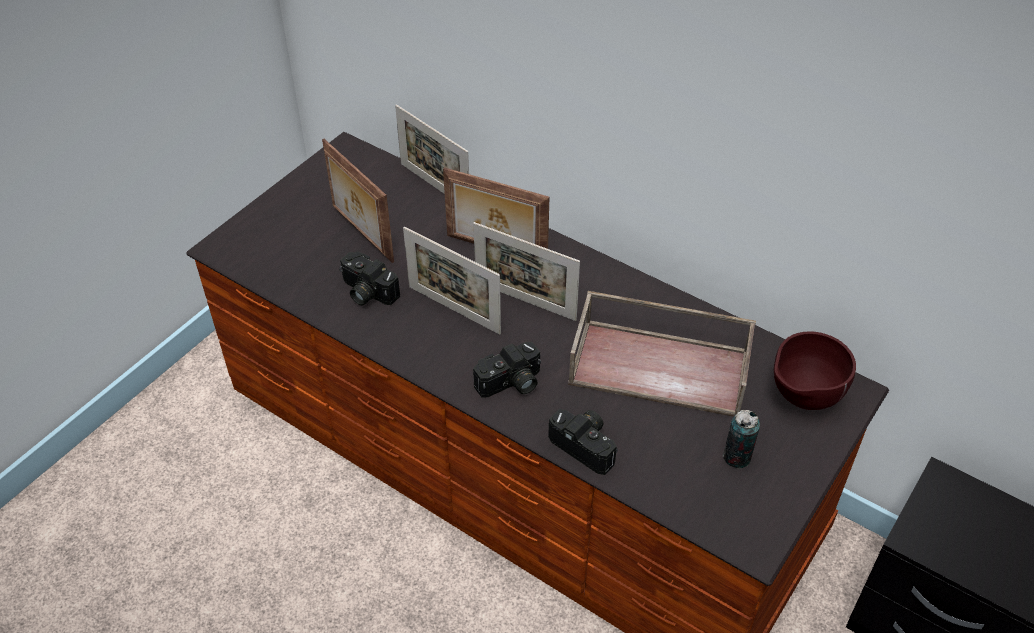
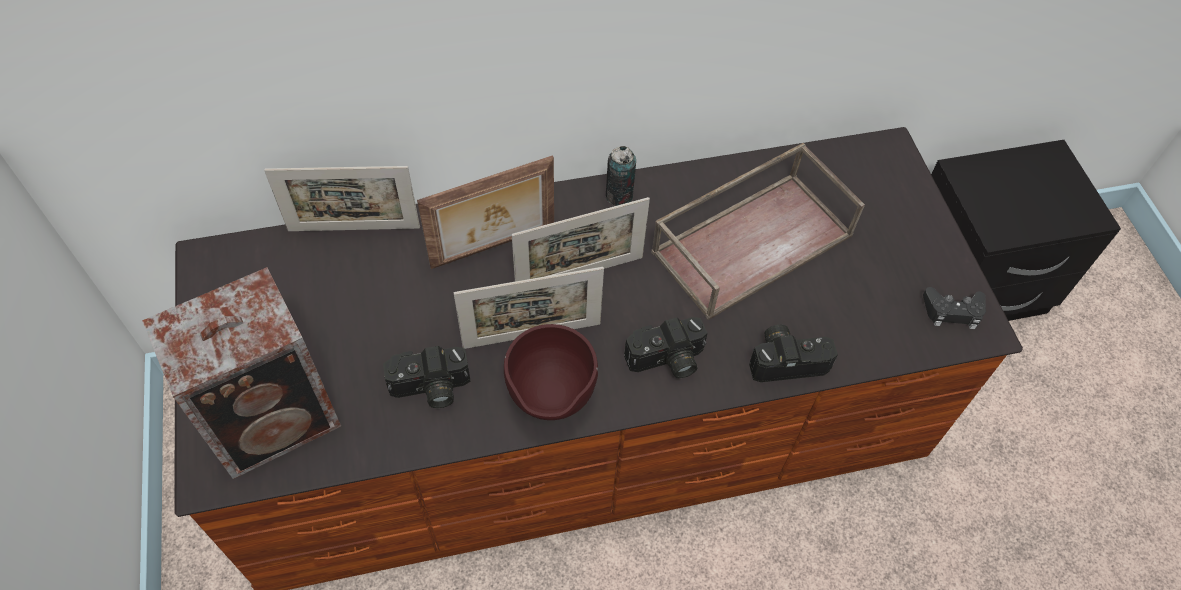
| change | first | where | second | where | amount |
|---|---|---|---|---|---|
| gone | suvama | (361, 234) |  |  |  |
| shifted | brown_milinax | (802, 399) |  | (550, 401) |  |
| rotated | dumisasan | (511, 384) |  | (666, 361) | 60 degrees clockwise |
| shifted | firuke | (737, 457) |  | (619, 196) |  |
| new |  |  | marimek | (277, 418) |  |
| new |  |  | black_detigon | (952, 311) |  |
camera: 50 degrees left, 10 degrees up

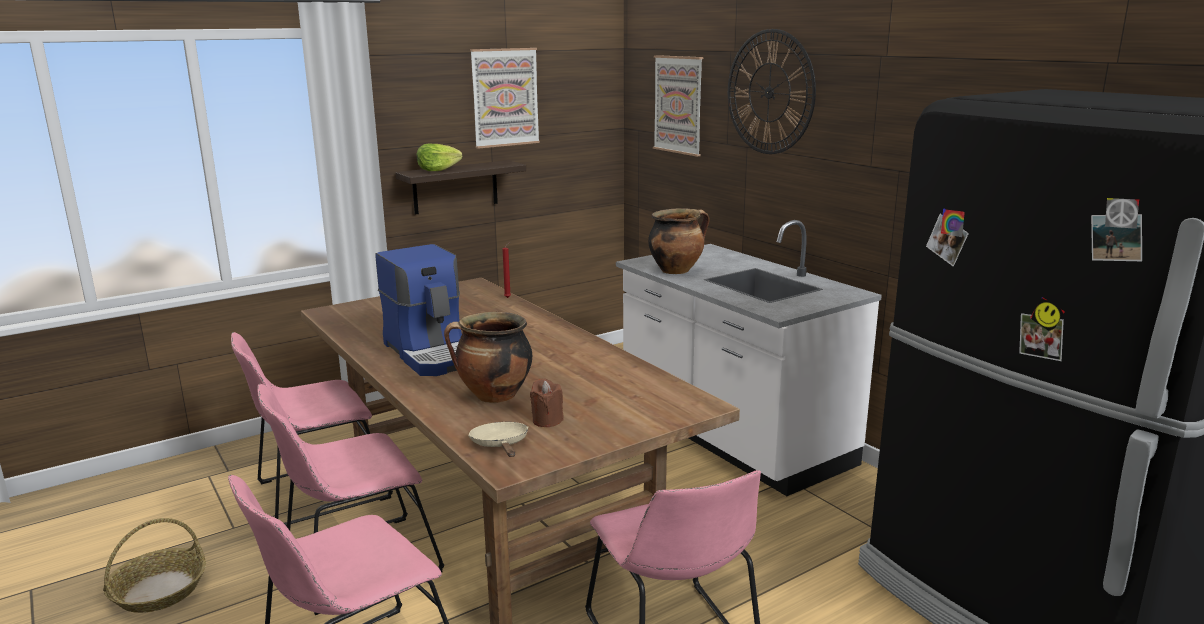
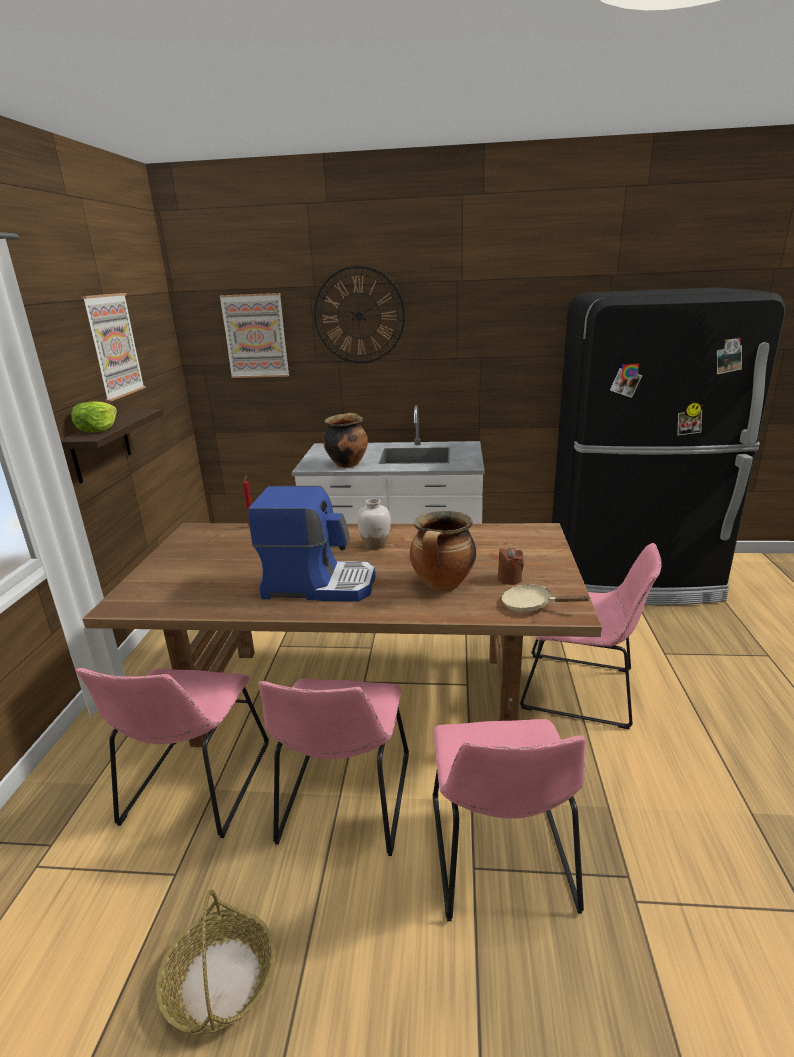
| change | first | where | second | where | amount |
|---|---|---|---|---|---|
| new |  |  | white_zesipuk | (375, 545) |  |
camera: 50 degrees left, 5 degrees up

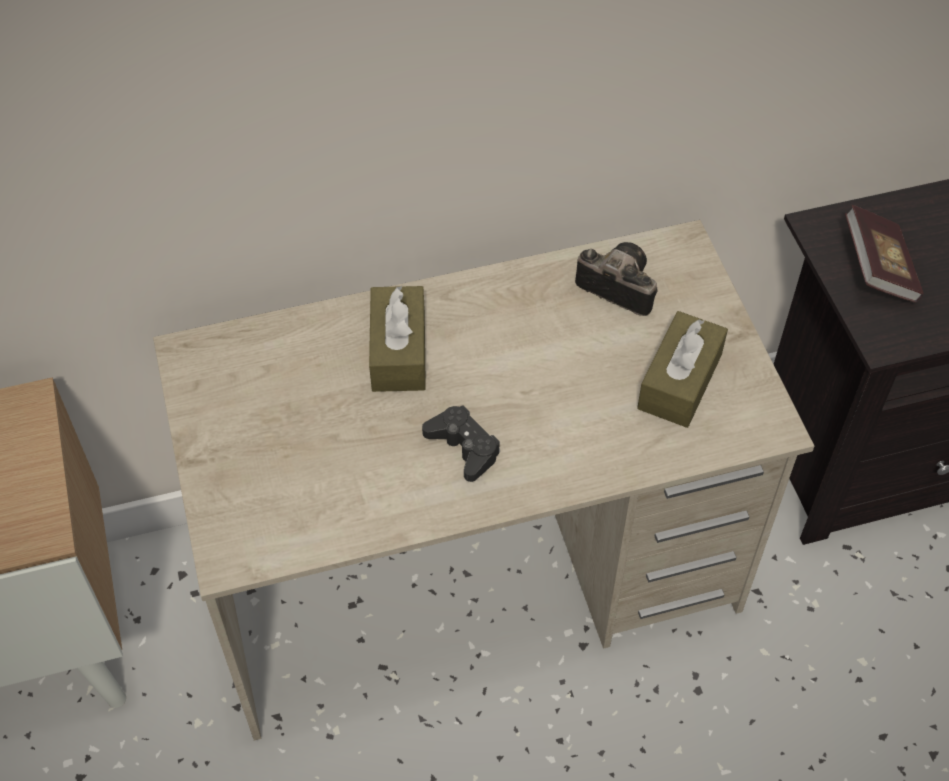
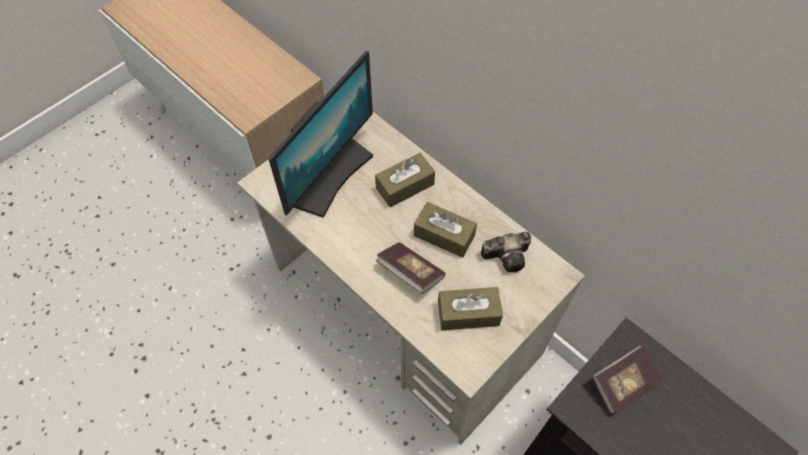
| change | first | where | second | where | amount |
|---|---|---|---|---|---|
| rotated | dumisasan | (615, 286) |  | (508, 256) | 75 degrees clockwise |
| gone | black_detigon | (464, 447) |  |  |  |
| new |  |  | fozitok | (330, 176) |  |
| new |  |  | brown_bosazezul | (444, 235) |  |
| new |  |  | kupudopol | (410, 273) |  |
camera: 60 degrees right, 5 degrees up

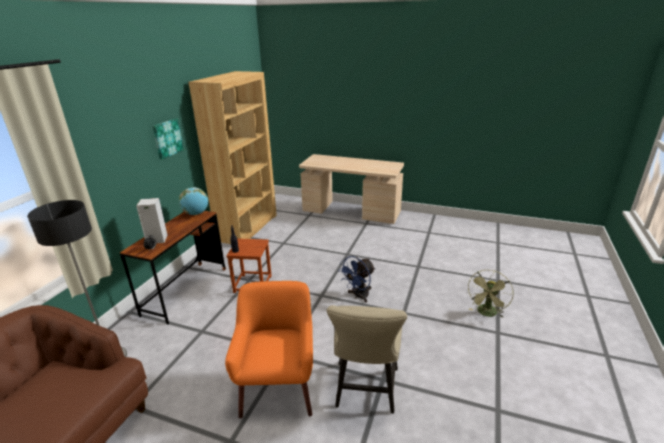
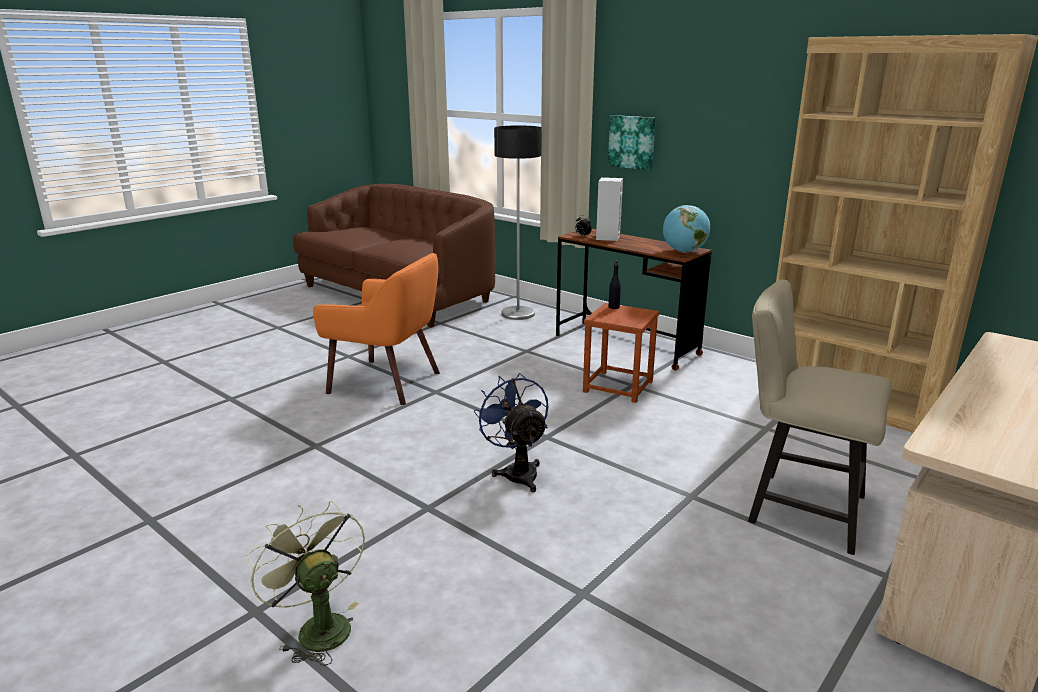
| change | first | where | second | where | amount |
|---|---|---|---|---|---|
| shifted | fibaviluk | (167, 138) |  | (632, 142) |  |
| shifted | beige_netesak | (365, 391) |  | (796, 507) |  |
camera: 110 degrees right, 5 degrees down

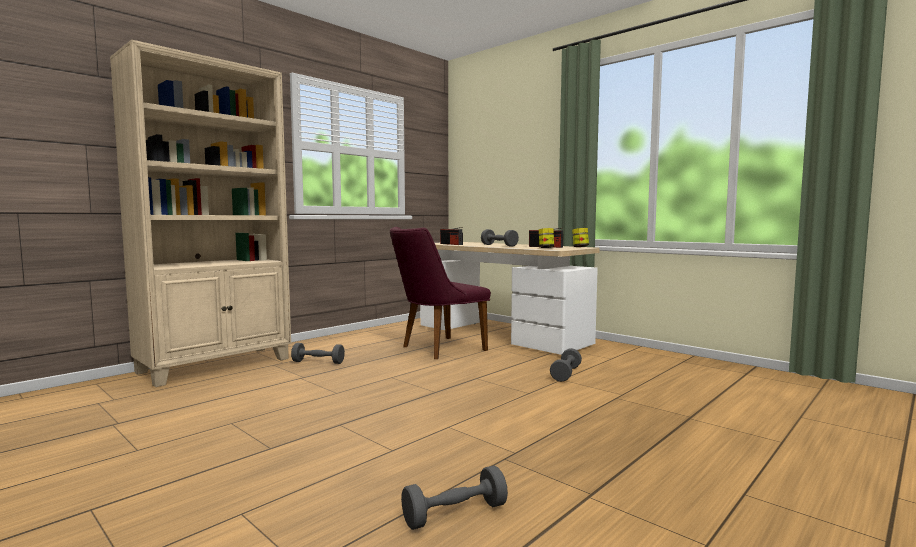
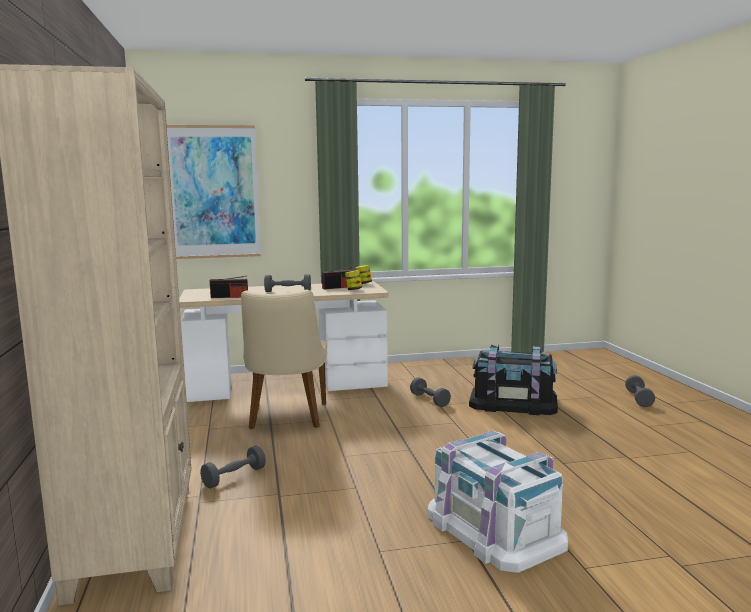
| change | first | where | second | where | amount |
|---|---|---|---|---|---|
| repainted | purple_netesak | (436, 349) | beige_netesak | (286, 418) |  |
| shifted | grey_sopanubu | (455, 514) |  | (639, 399) |  |
| new |  |  | fibaviluk | (214, 192) |  |
| new |  |  | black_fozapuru | (513, 402) |  |
| new |  |  | white_fozapuru | (493, 529) |  |
camera: 55 degrees left, 5 degrees up

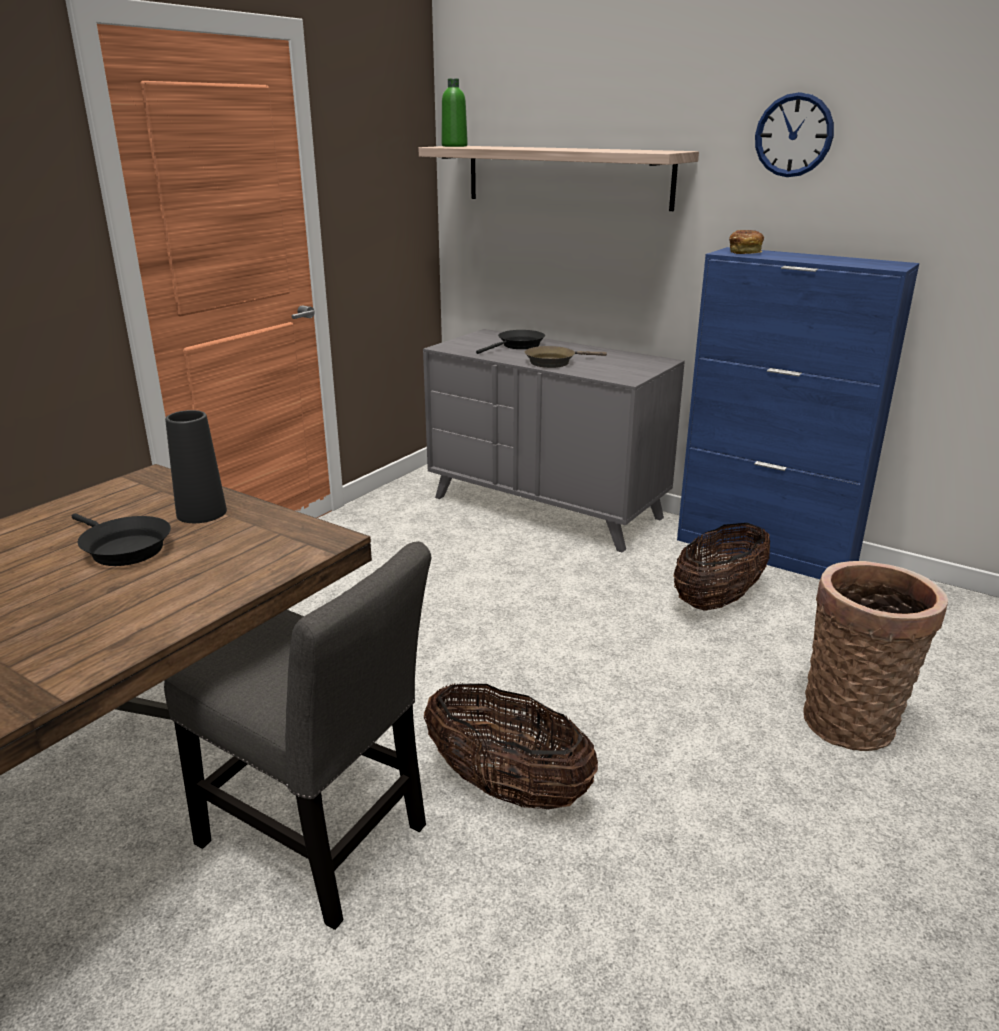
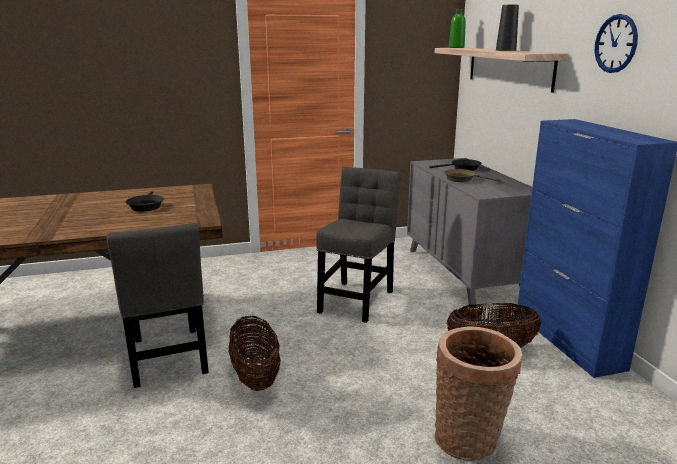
| change | first | where | second | where | amount |
|---|---|---|---|---|---|
| gone | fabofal | (745, 252) |  |  |  |
| shifted | black_zesipuk | (201, 513) |  | (506, 50) |  |
| new |  |  | grey_netesak | (357, 299) |  |
camera: 40 degrees right, 5 degrees down

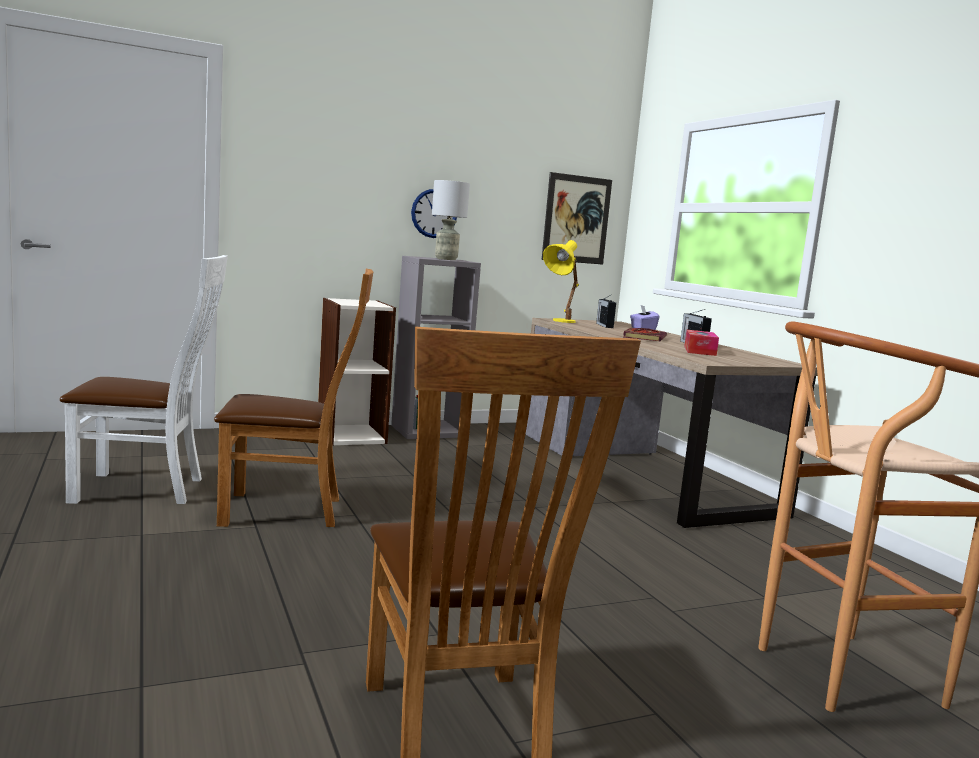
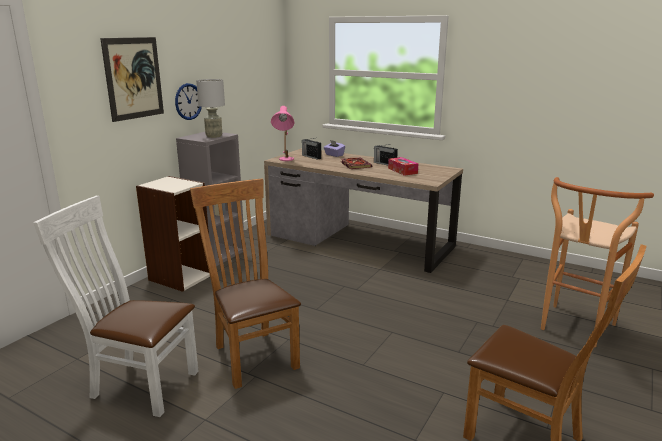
| change | first | where | second | where | amount |
|---|---|---|---|---|---|
| shifted | fibaviluk | (576, 219) |  | (133, 78) |  |
| repainted | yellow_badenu | (558, 321) | pink_badenu | (285, 160) |  |
| rotated | white_netesak | (147, 489) |  | (139, 384) | 120 degrees counterclockwise |
| rotated | brown_netesak | (290, 511) |  | (252, 354) | 75 degrees counterclockwise |
camera: 35 degrees left, 10 degrees up

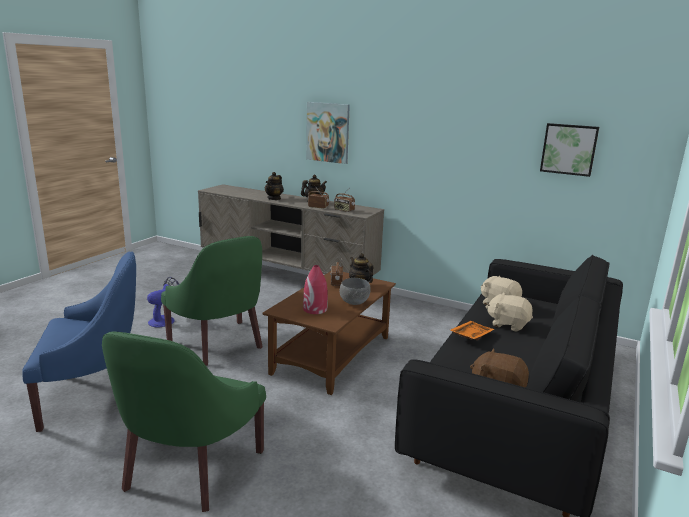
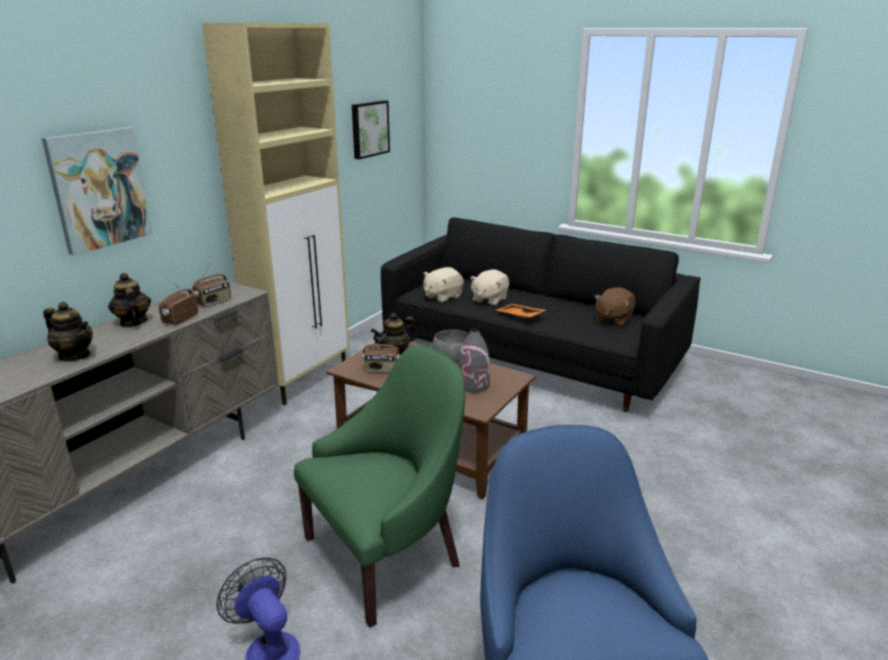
| change | first | where | second | where | amount |
|---|---|---|---|---|---|
| repainted | red_zesipuk | (315, 309) | grey_zesipuk | (474, 385) |  |
| gone | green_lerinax | (188, 469) |  |  |  |
| new |  |  | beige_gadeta | (303, 380) |  |
camera: 85 degrees left, 5 degrees up

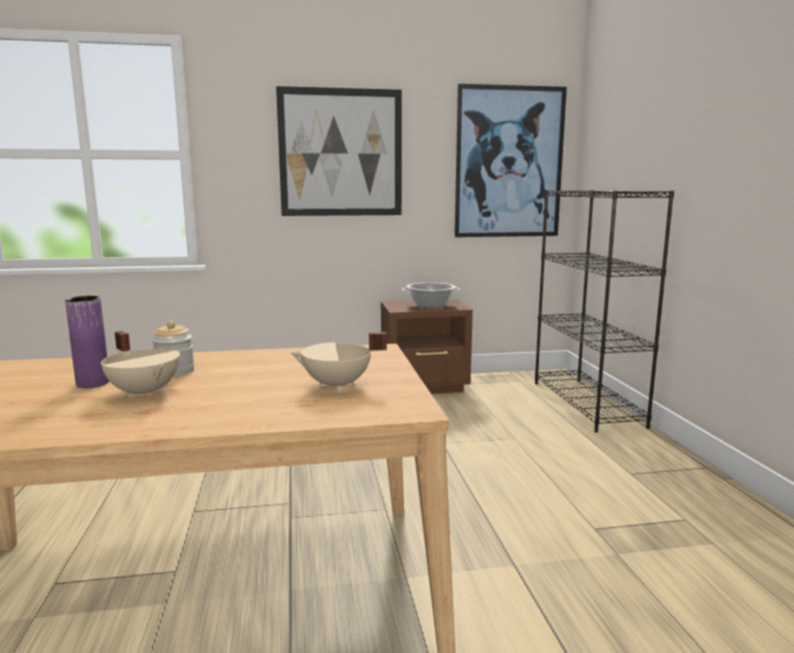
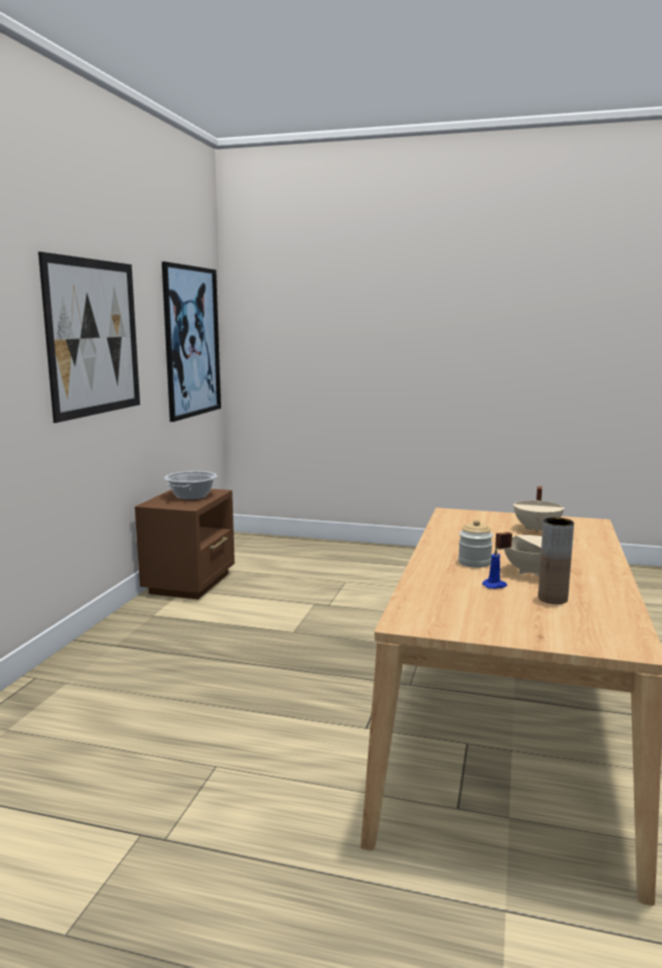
| change | first | where | second | where | amount |
|---|---|---|---|---|---|
| gone | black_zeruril | (587, 404) |  |  |  |
| swapped | purple_zesipuk | (93, 383) | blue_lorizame | (495, 585) |  |
| new |  |  | brown_zesipuk | (552, 599) |  |
camera: 65 degrees left, 0 degrees up

